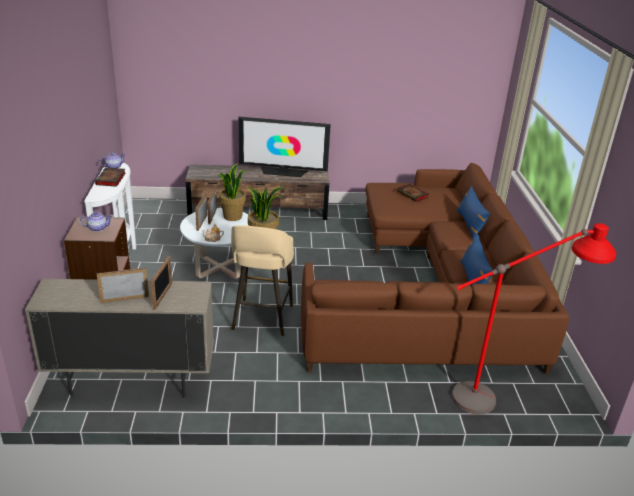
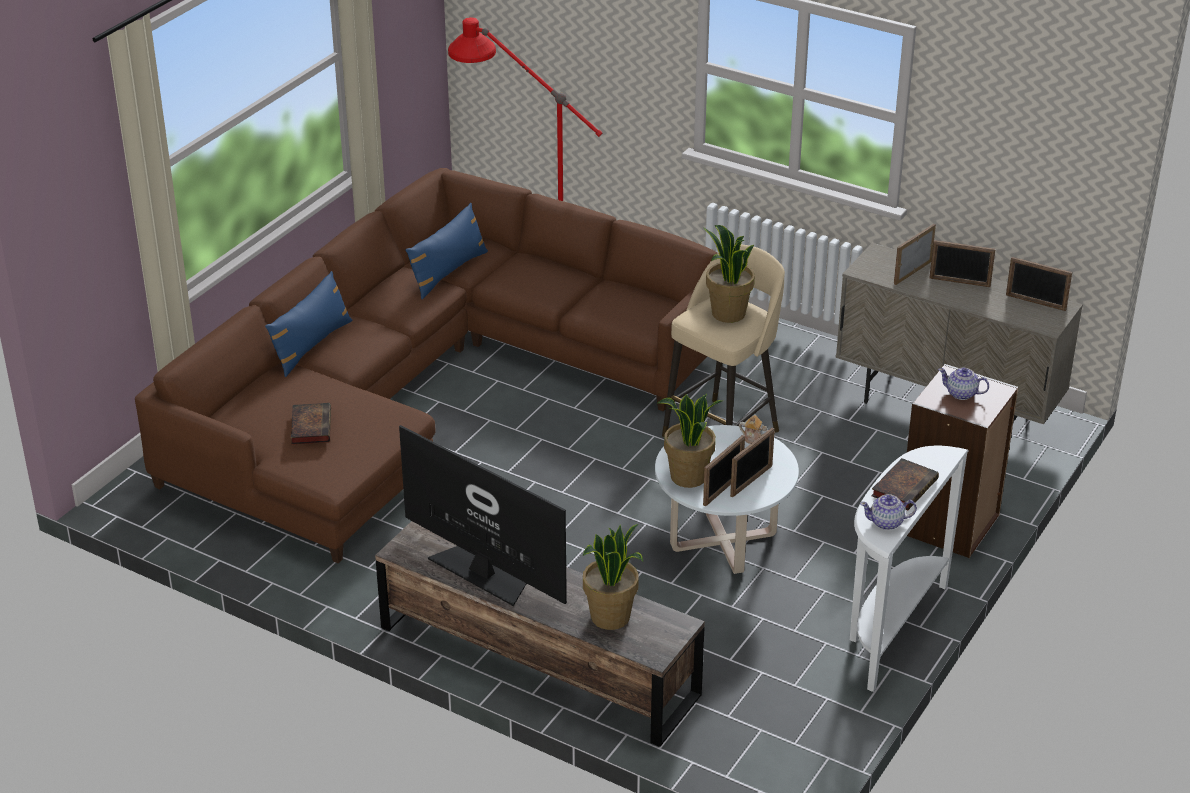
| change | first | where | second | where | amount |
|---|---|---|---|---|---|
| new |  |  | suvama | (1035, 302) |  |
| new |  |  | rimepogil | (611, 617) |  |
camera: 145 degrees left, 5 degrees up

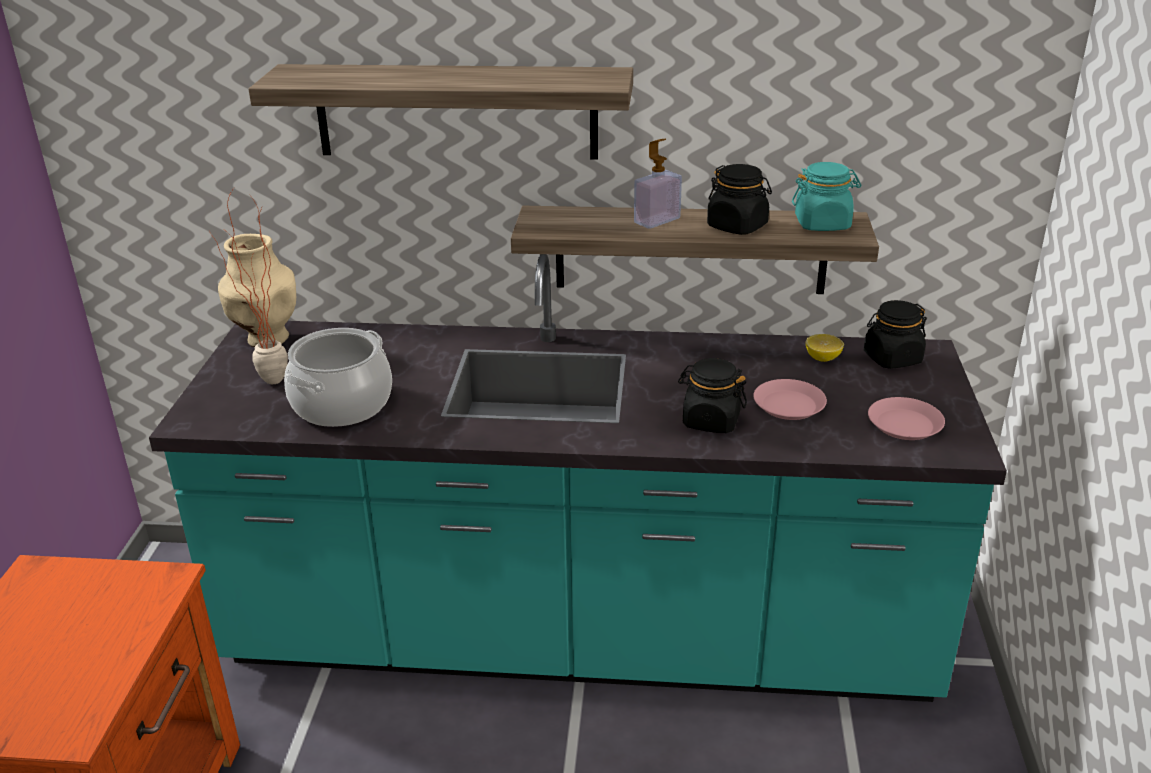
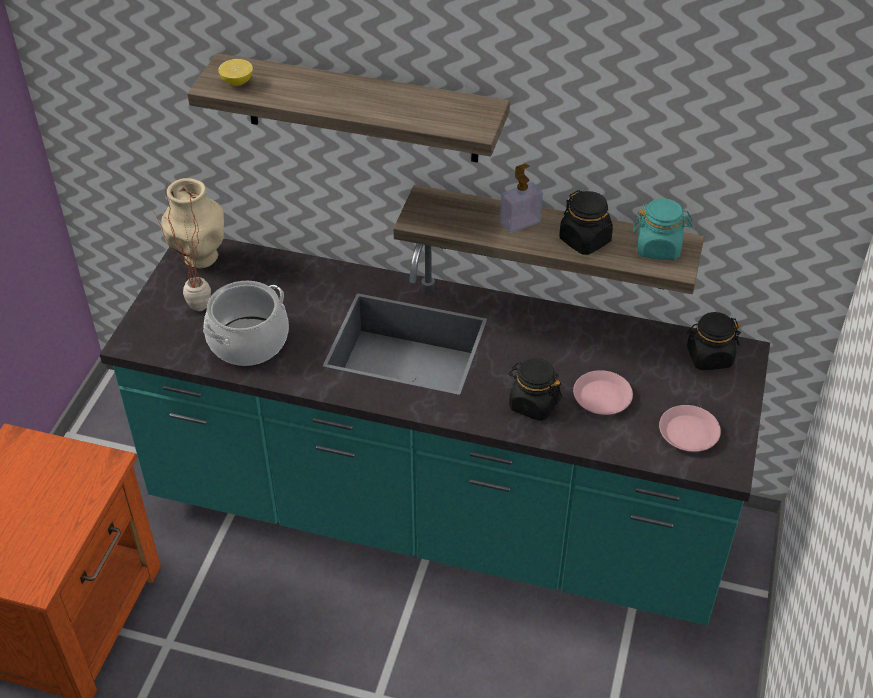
| change | first | where | second | where | amount |
|---|---|---|---|---|---|
| shifted | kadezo | (822, 358) |  | (237, 82) |  |
camera: 10 degrees right, 15 degrees up

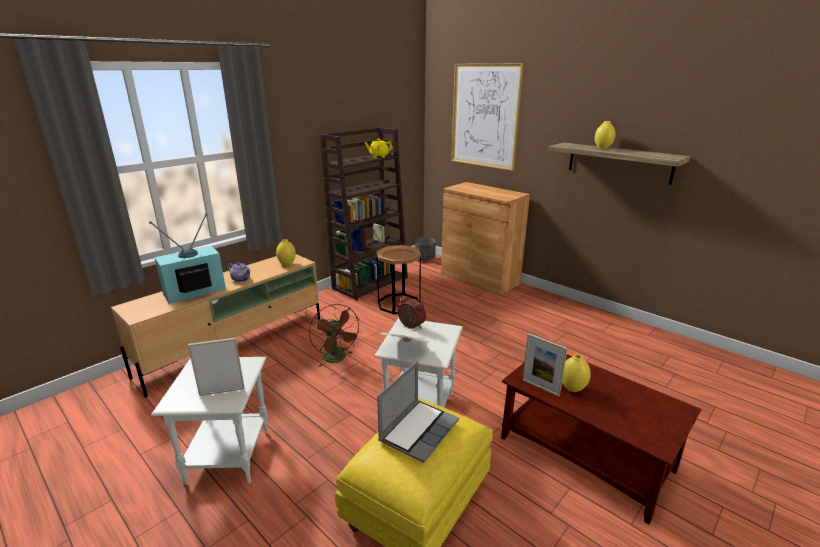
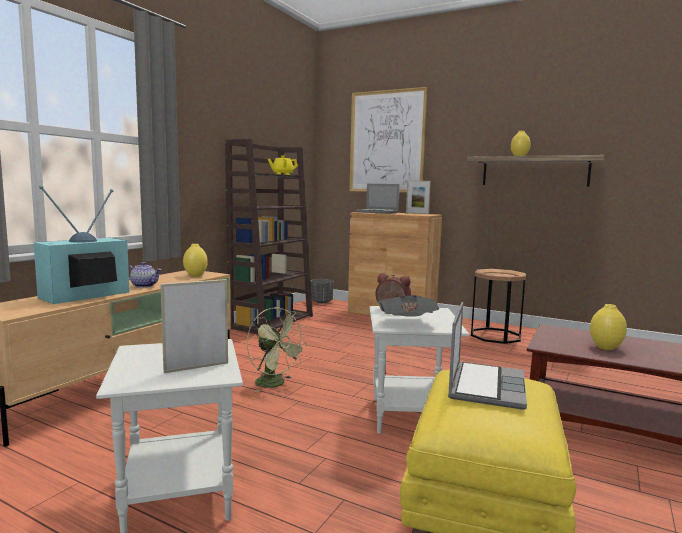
| change | first | where | second | where | amount |
|---|---|---|---|---|---|
| shifted | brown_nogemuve | (398, 304) |  | (495, 335) |  |
| repainted | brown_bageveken | (337, 359) | green_bageveken | (275, 384) |  |
| shifted | suvama | (540, 387) |  | (417, 213) |  |
| new |  |  | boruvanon | (378, 212) |  |
camera: 15 degrees left, 15 degrees down

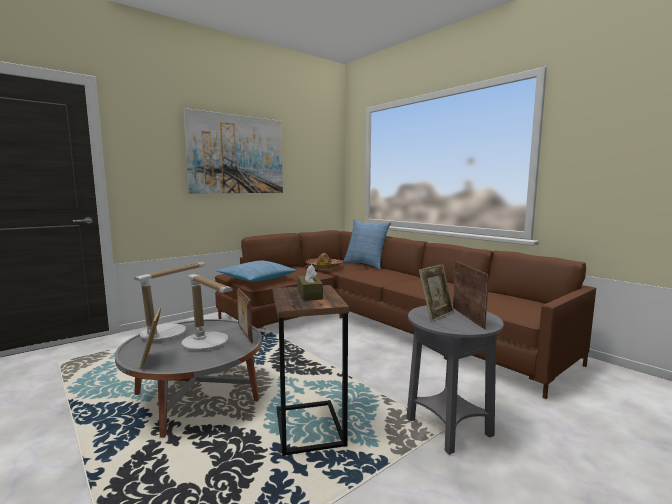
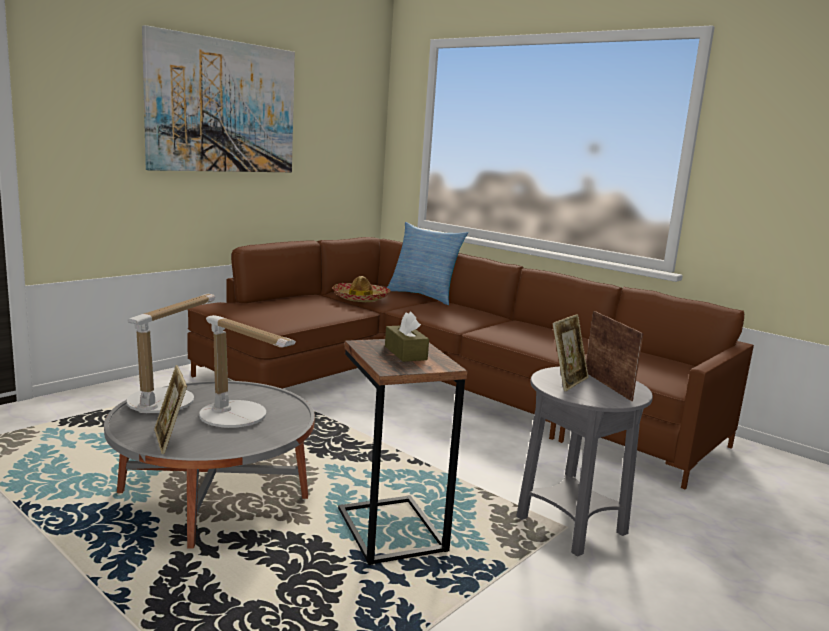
| change | first | where | second | where | amount |
|---|---|---|---|---|---|
| gone | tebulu | (256, 279) |  |  |  |
| gone | suvama | (244, 334) |  |  |  |
camera: 10 degrees left, 5 degrees up

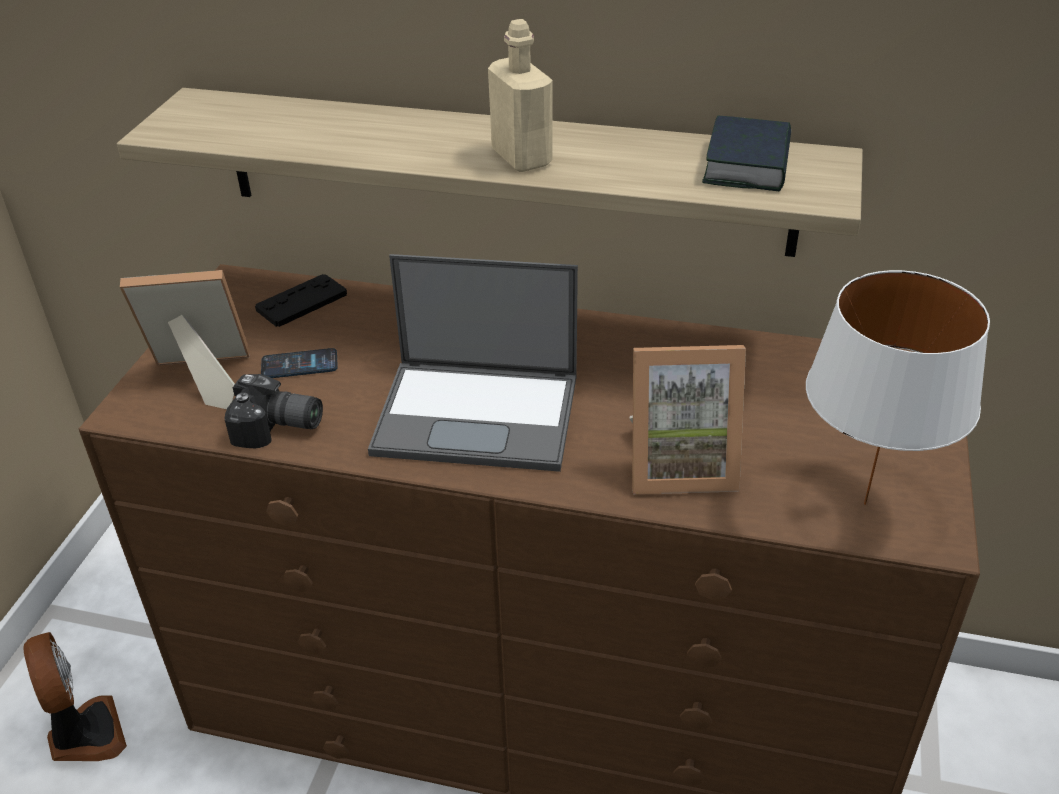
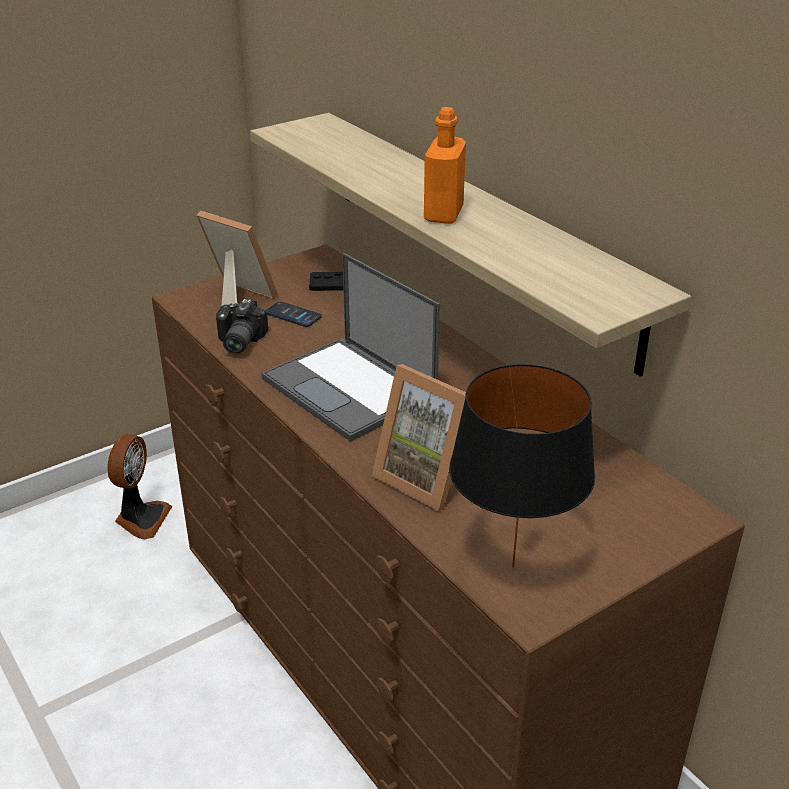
| change | first | where | second | where | amount |
|---|---|---|---|---|---|
| repainted | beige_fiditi | (521, 158) | orange_fiditi | (443, 214) |  |
| gone | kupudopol | (747, 165) |  |  |  |
| repainted | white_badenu | (863, 504) | black_badenu | (511, 566) |  |
| rotated | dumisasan | (278, 429) |  | (237, 342) | 45 degrees clockwise |
camera: 40 degrees right, 5 degrees down

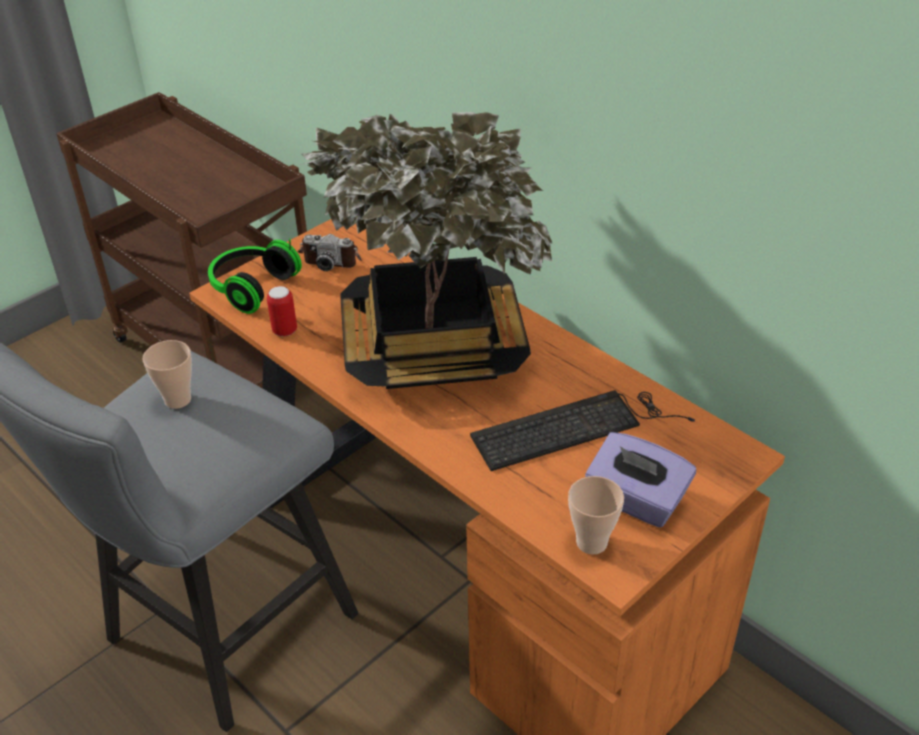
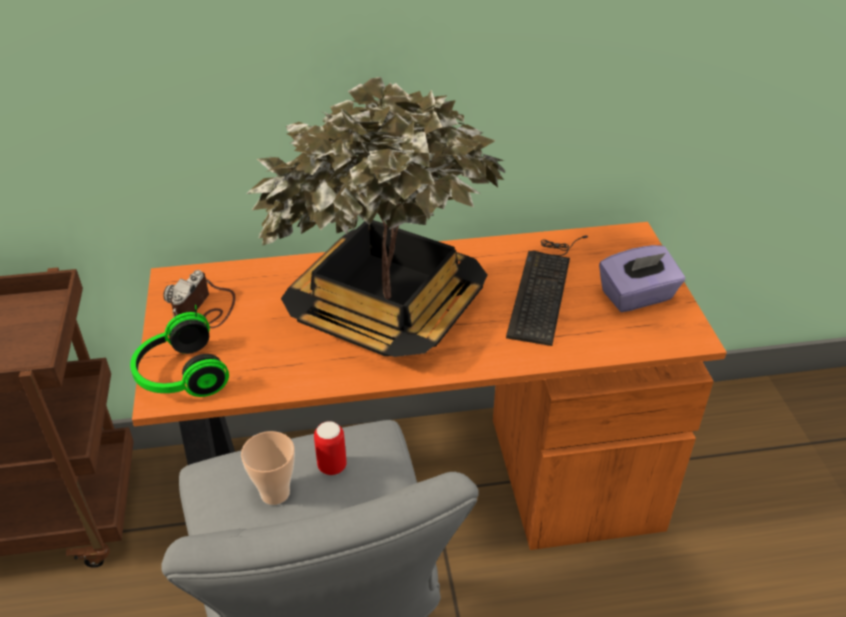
| change | first | where | second | where | amount |
|---|---|---|---|---|---|
| rotated | dumisasan | (331, 257) |  | (204, 310) | 150 degrees clockwise |
| shifted | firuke | (285, 331) |  | (332, 466) |  |
| gone | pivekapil | (591, 542) |  |  |  |
camera: 55 degrees left, 0 degrees up

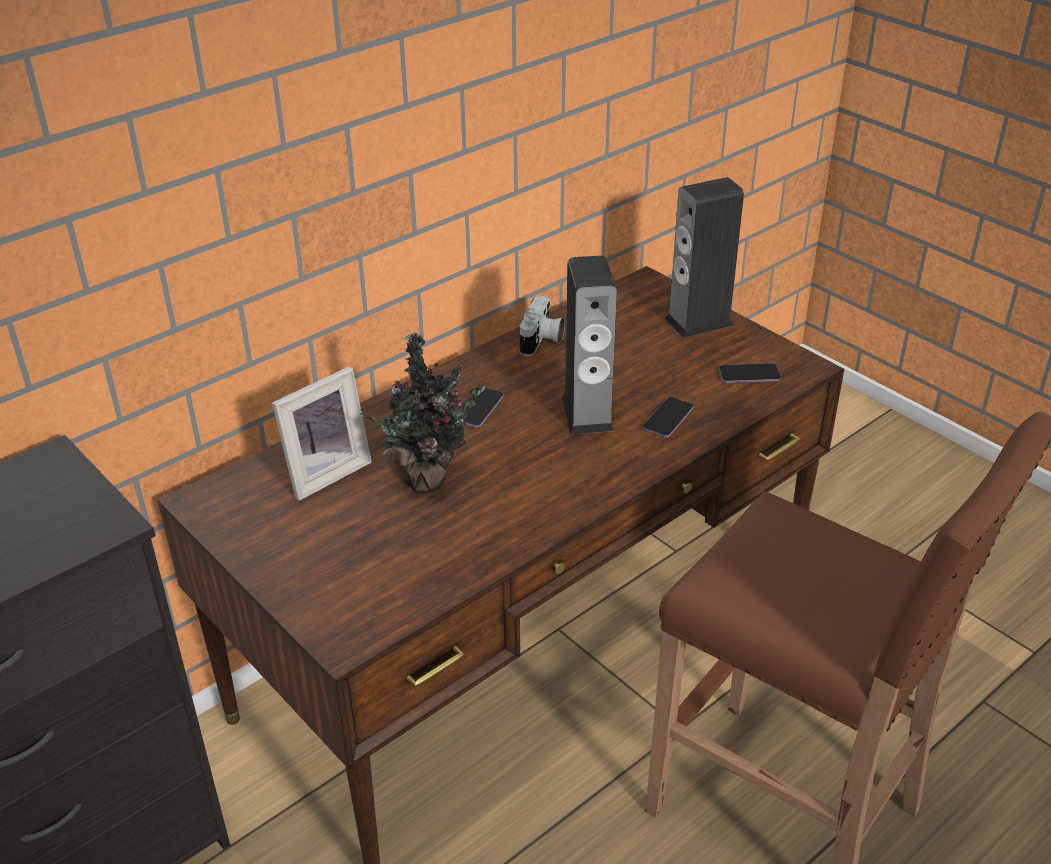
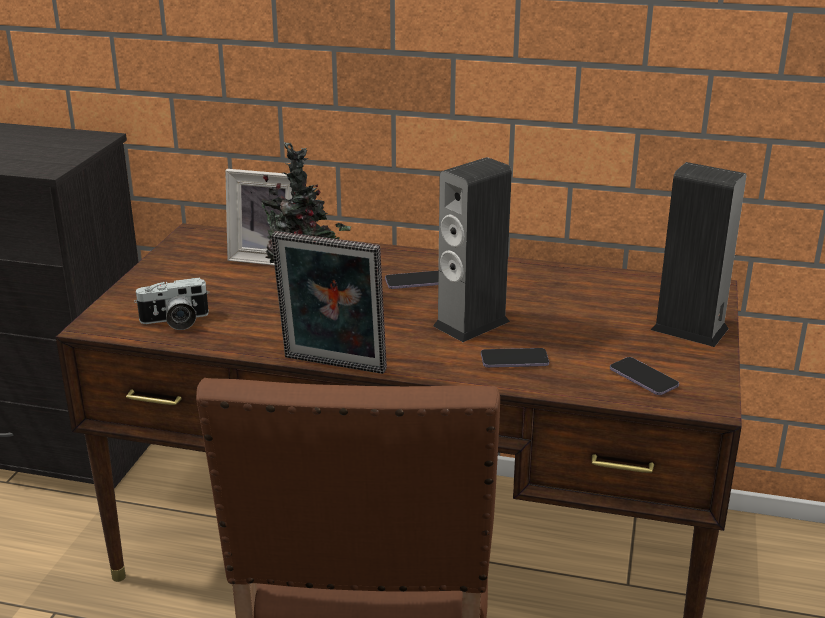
| change | first | where | second | where | amount |
|---|---|---|---|---|---|
| shifted | dumisasan | (542, 341) |  | (175, 321) |  |
| new |  |  | suvama | (332, 367) |  |
camera: 55 degrees right, 10 degrees down

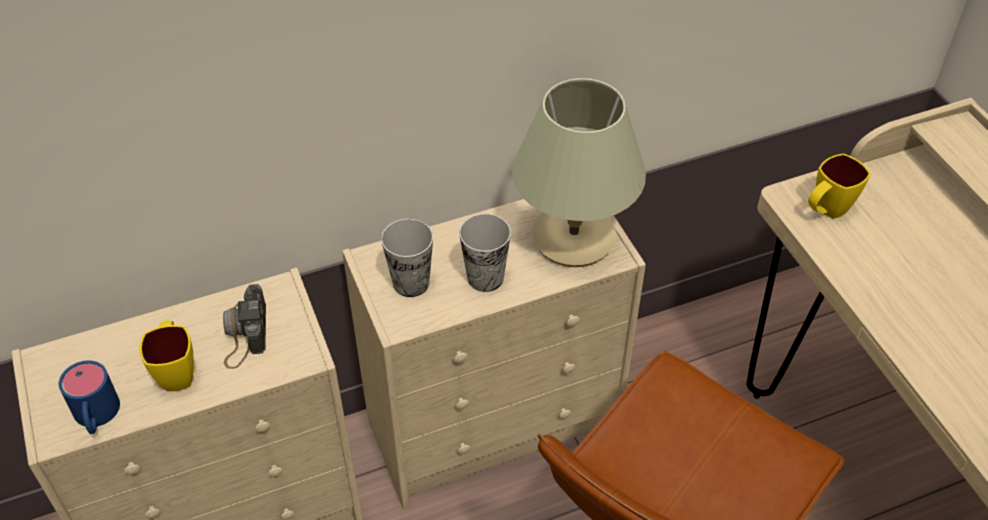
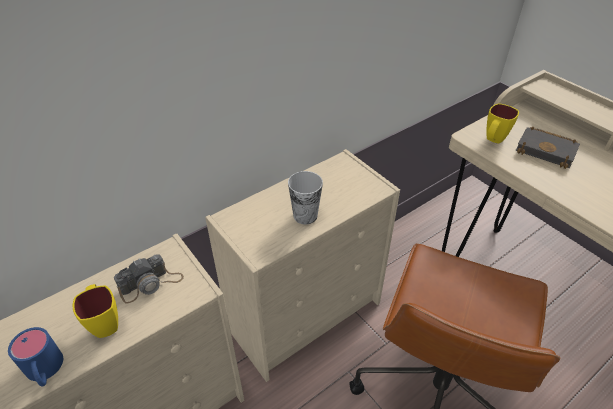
| change | first | where | second | where | amount |
|---|---|---|---|---|---|
| gone | beige_badenu | (573, 237) |  |  |  |
| gone | pivekapil | (411, 283) |  |  |  |
| rotated | dumisasan | (245, 333) |  | (151, 284) | 105 degrees counterclockwise |
| new |  |  | black_kupudopol | (547, 150) |  |
camera: 15 degrees left, 5 degrees down

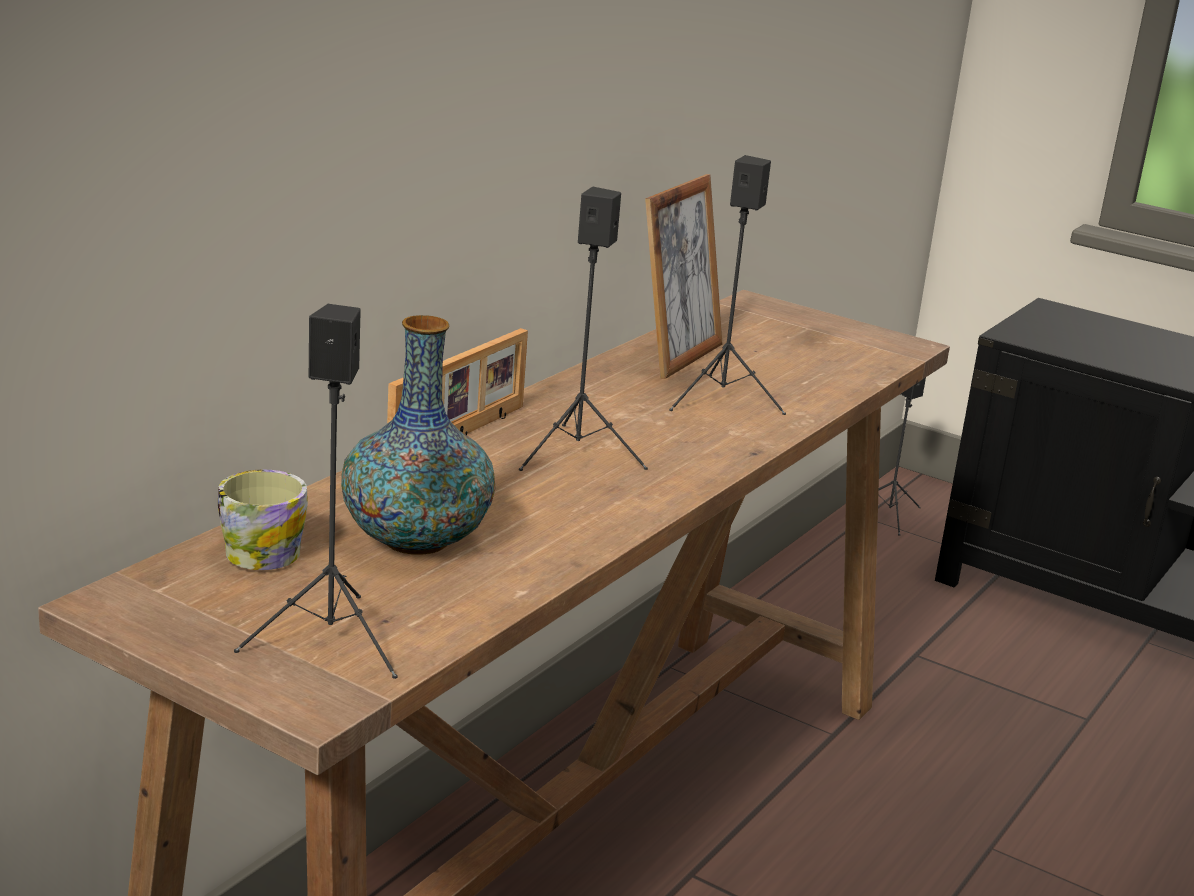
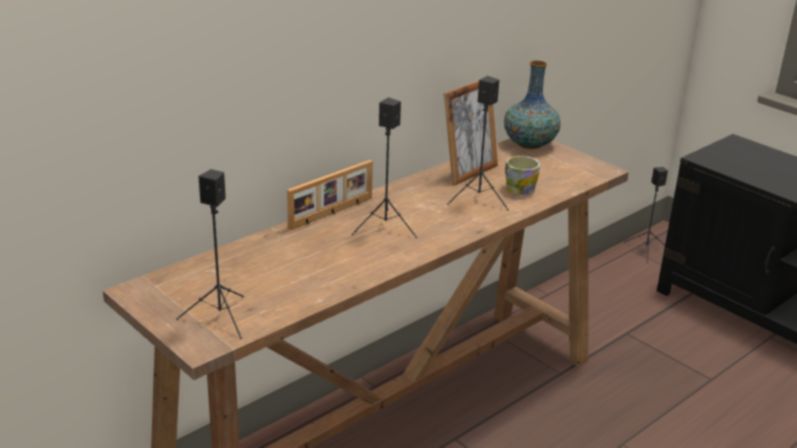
| change | first | where | second | where | amount |
|---|---|---|---|---|---|
| shifted | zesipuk | (416, 540) |  | (530, 144) |  |
| shifted | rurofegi | (258, 550) |  | (518, 187) |  |
camera: 15 degrees right, 5 degrees up

